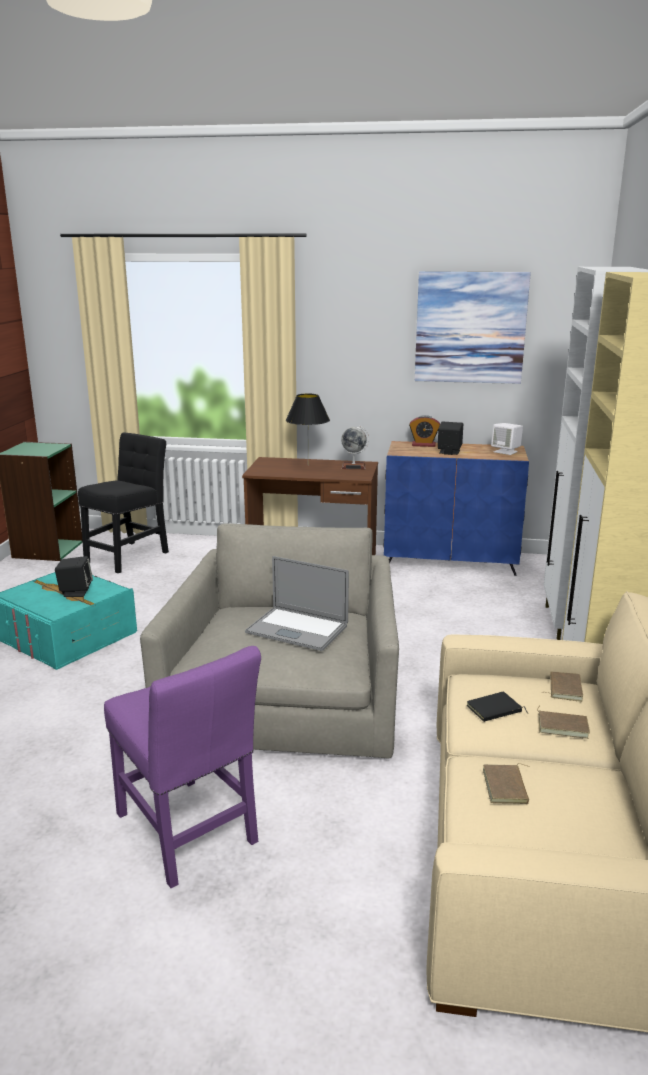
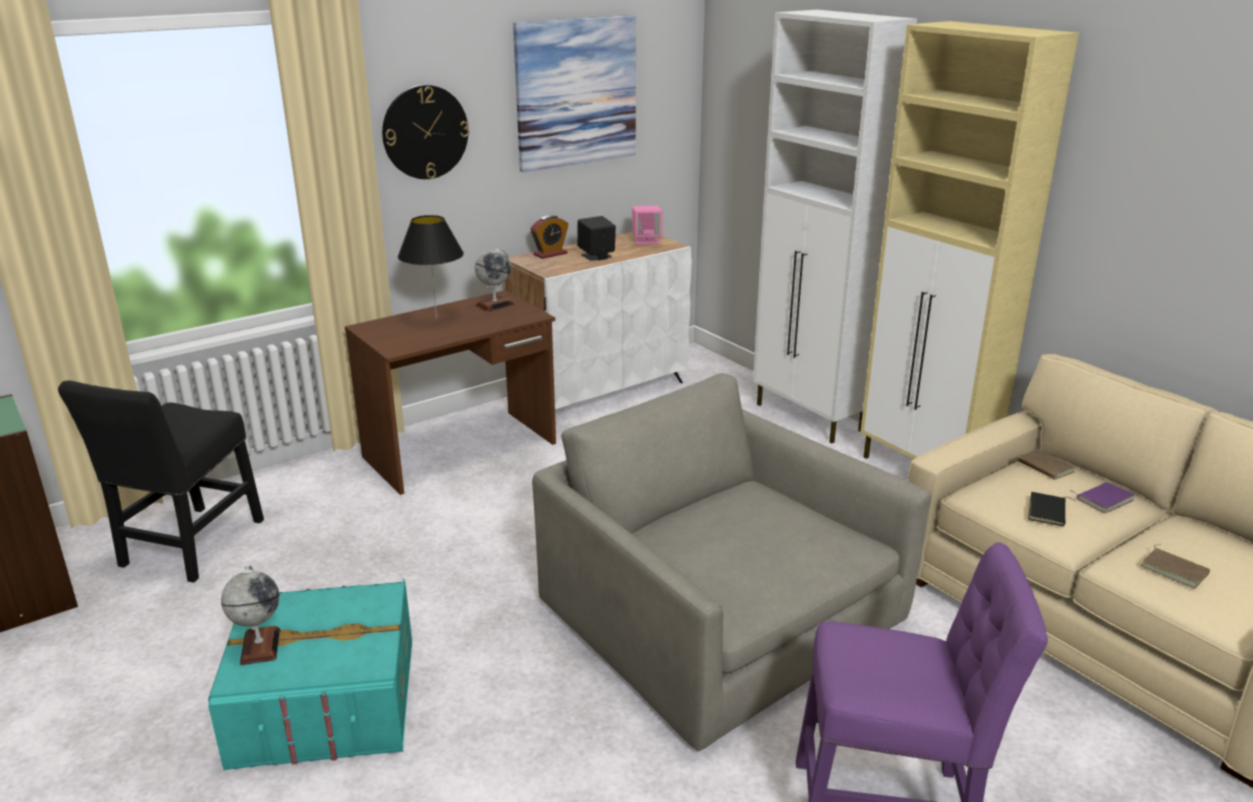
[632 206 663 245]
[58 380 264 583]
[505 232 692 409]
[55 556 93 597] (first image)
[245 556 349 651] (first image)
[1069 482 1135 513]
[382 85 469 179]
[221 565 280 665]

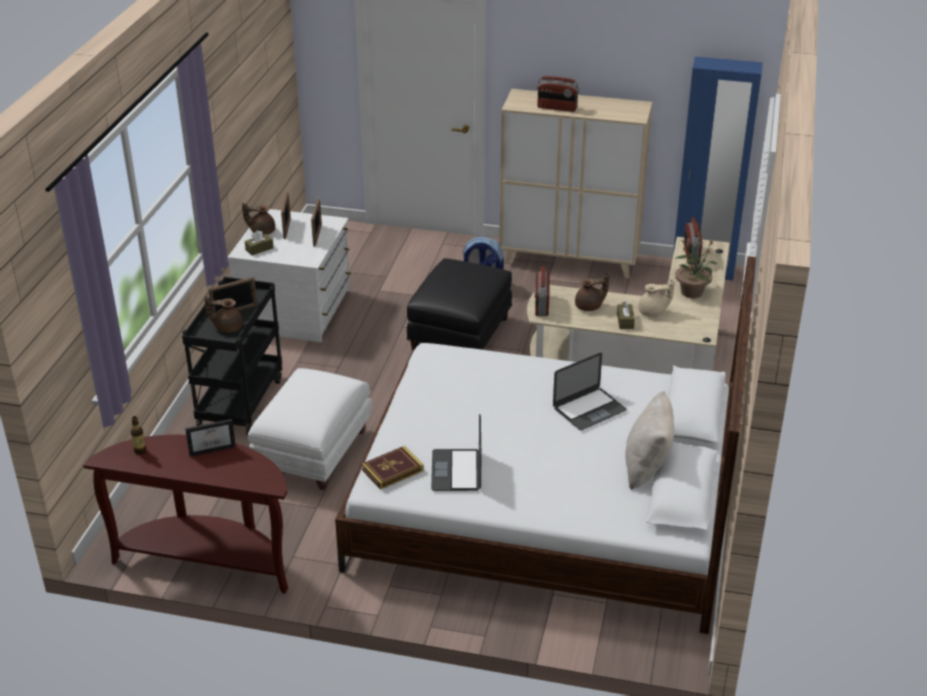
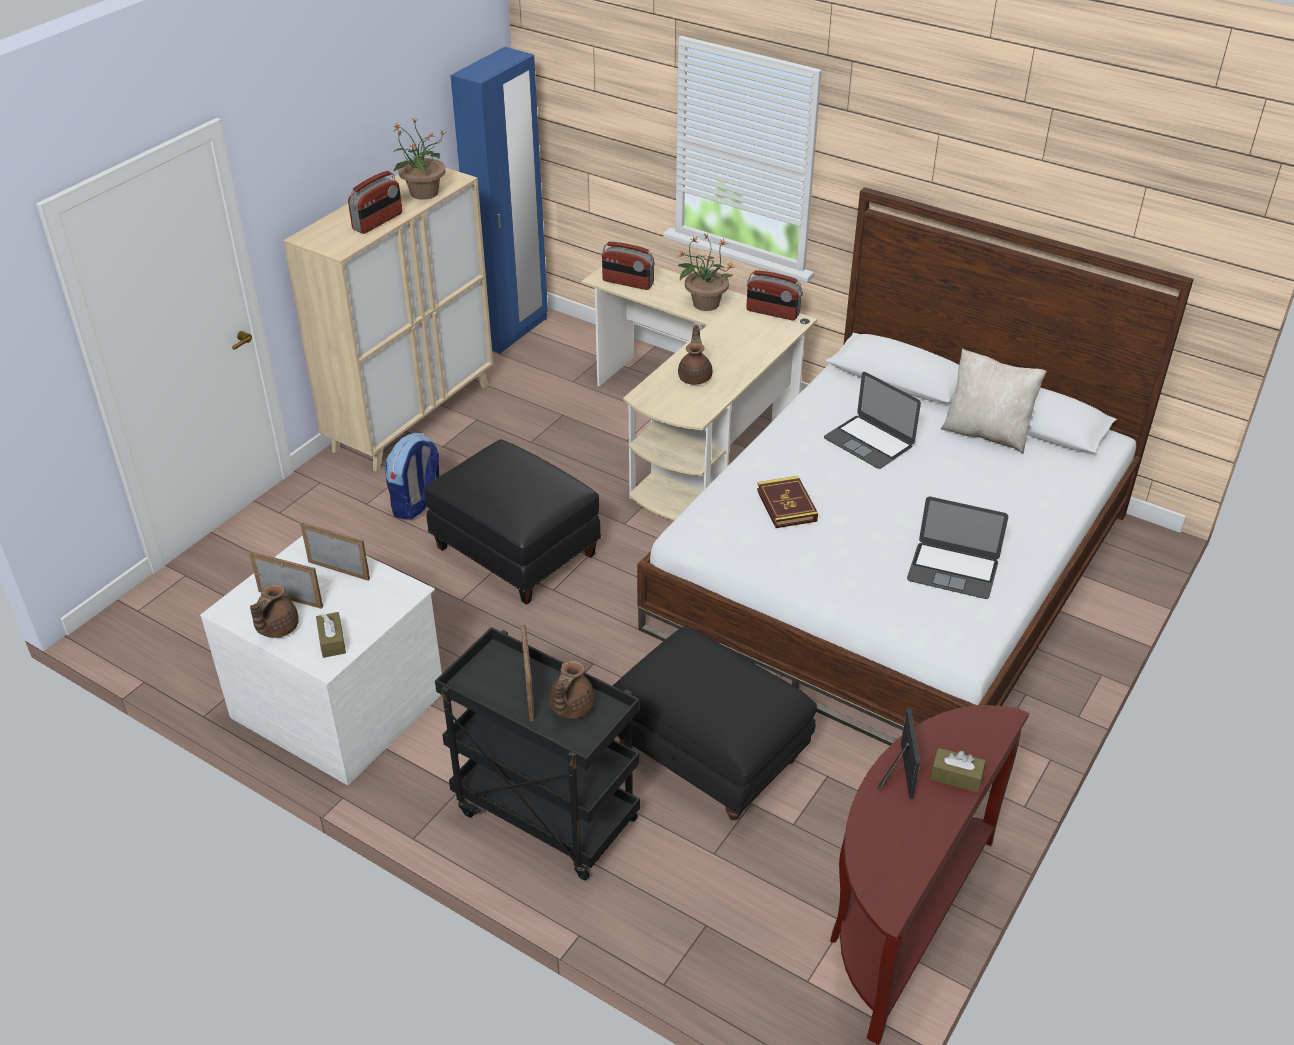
[746 270 803 321]
[638 279 675 317] (first image)
[930 748 986 792]
[824 372 921 469]
[613 627 817 820]
[131 416 146 455] (first image)
[757 476 818 528]
[393 118 446 200]

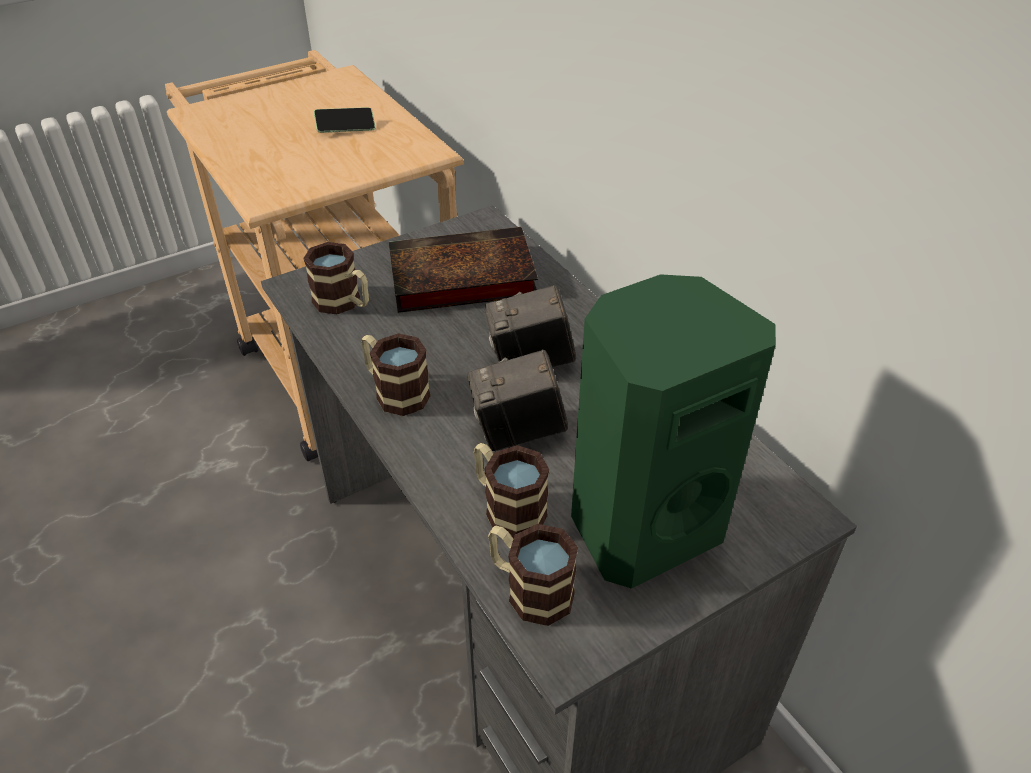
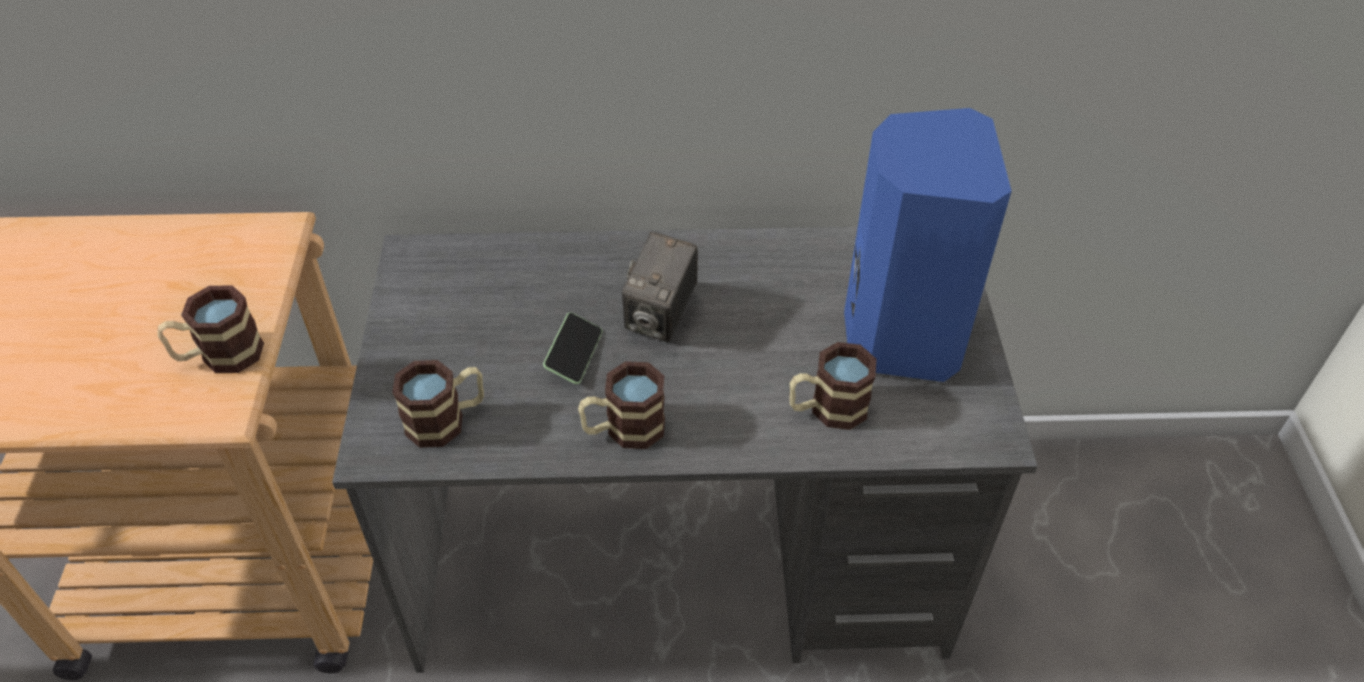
[543 312 603 384]
[389 227 538 313] (first image)
[844 108 1011 382]
[468 350 568 451] (first image)
[158 285 264 373]

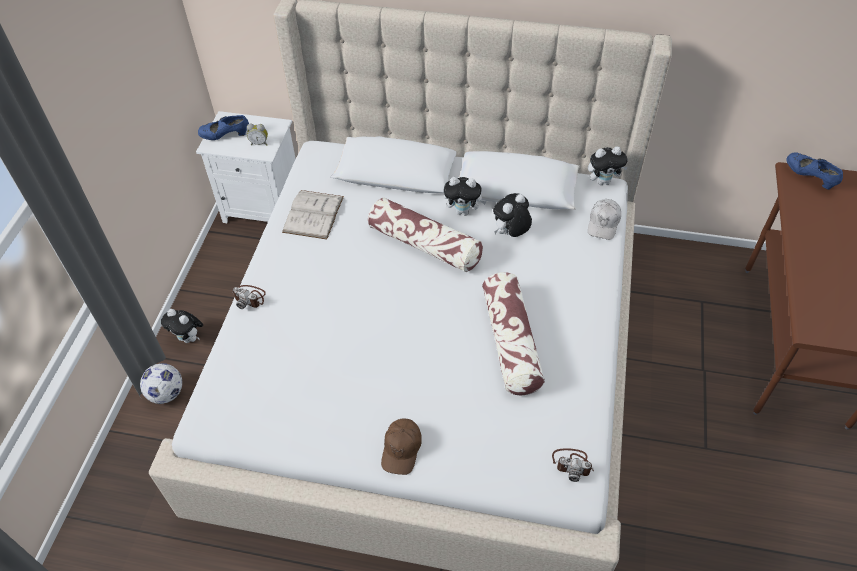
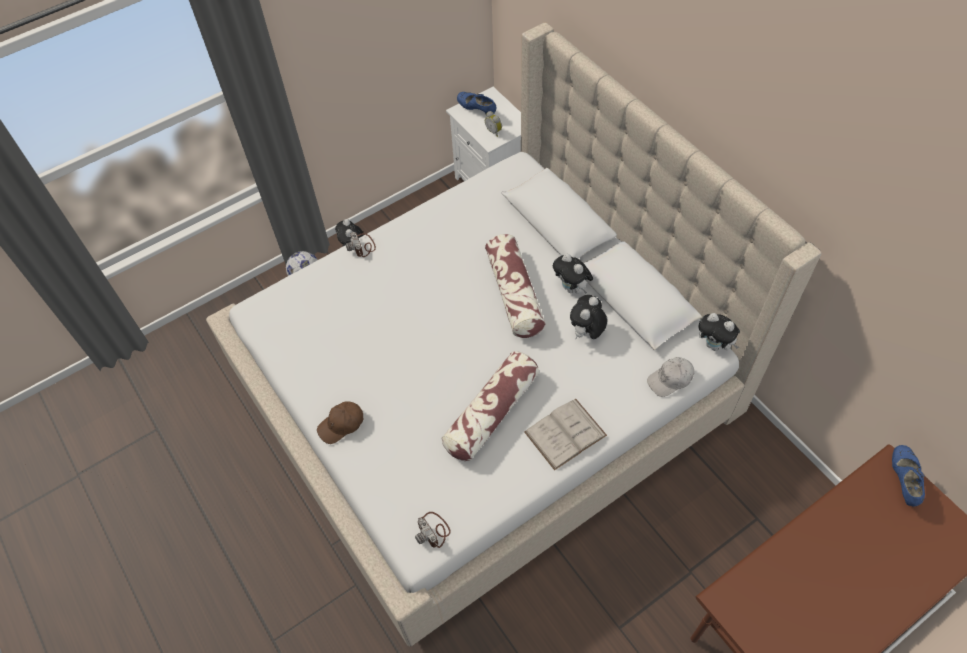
[524 399 607 471]
[570 295 607 339]

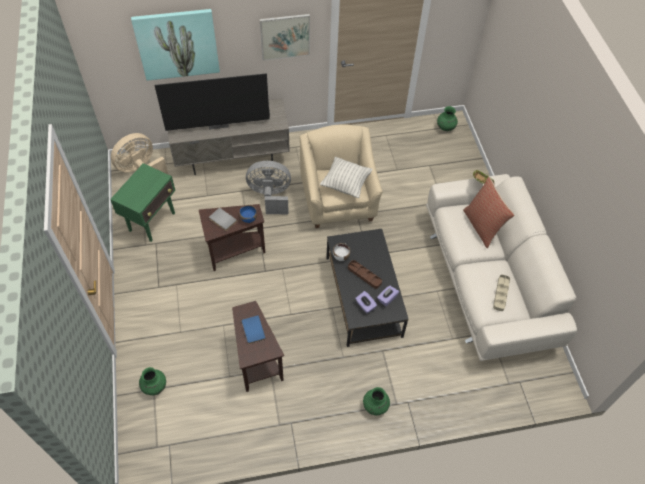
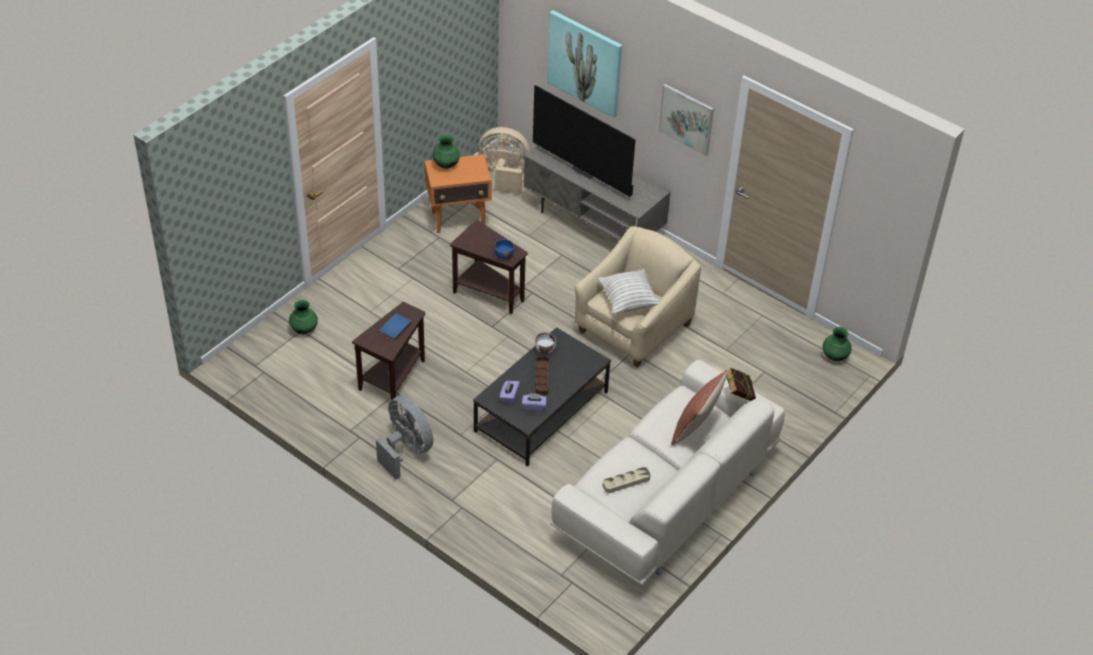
[376 395 433 480]
[424 154 492 233]
[209 207 237 231] (first image)
[432 134 460 169]

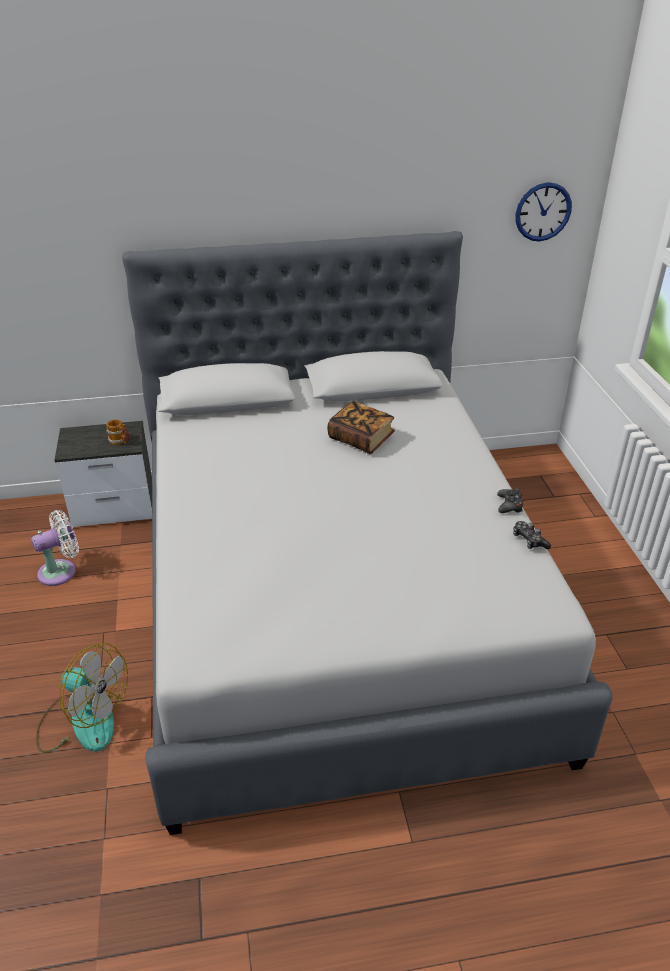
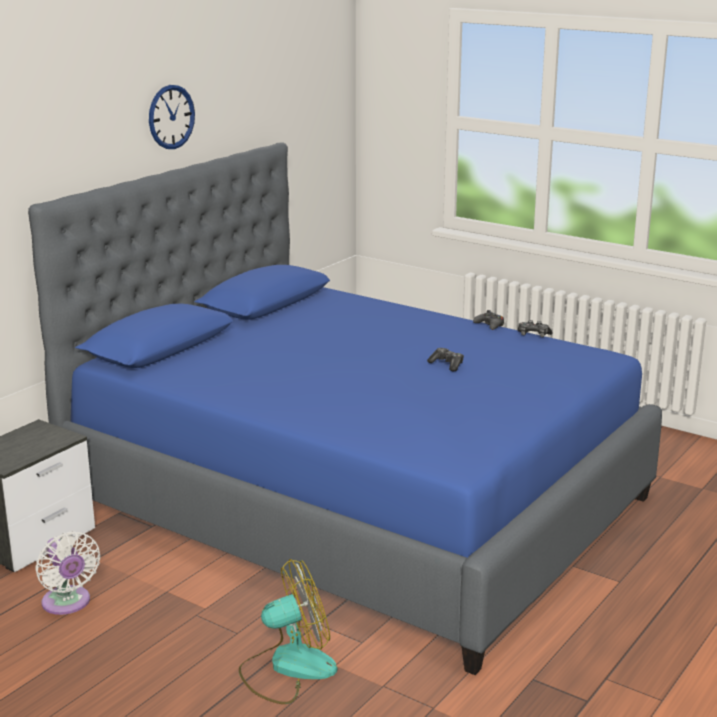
[149 85 195 149]
[28 142 662 675]
[327 401 395 454] (first image)
[106 419 130 445] (first image)
[35 531 100 615]
[427 348 464 371]

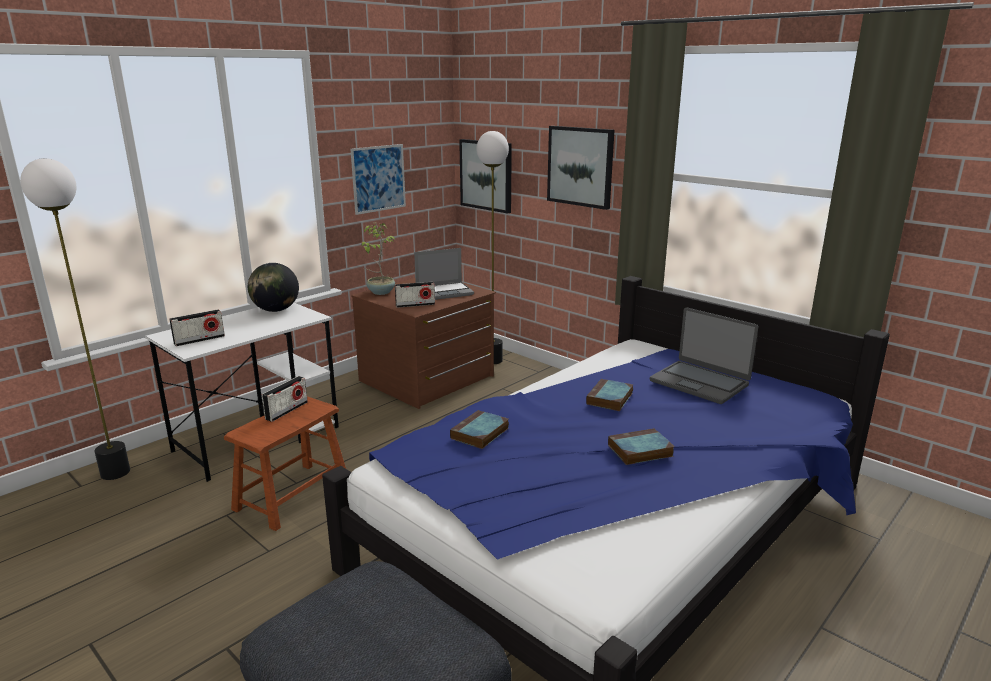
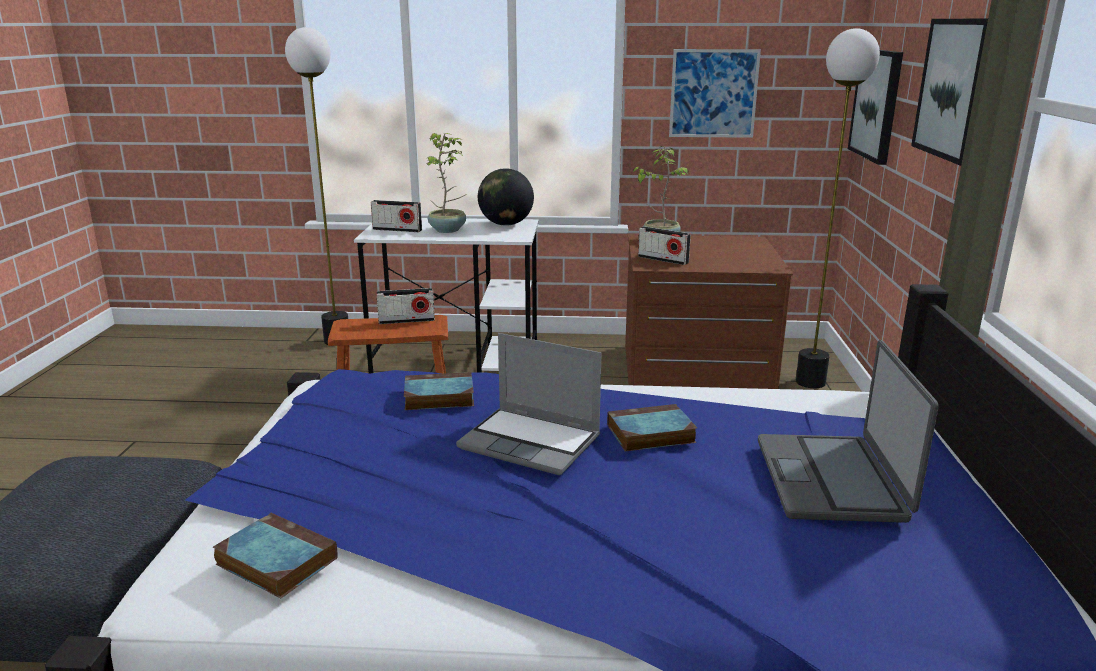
[456 333 602 475]
[213 513 337 598]
[424 133 466 233]

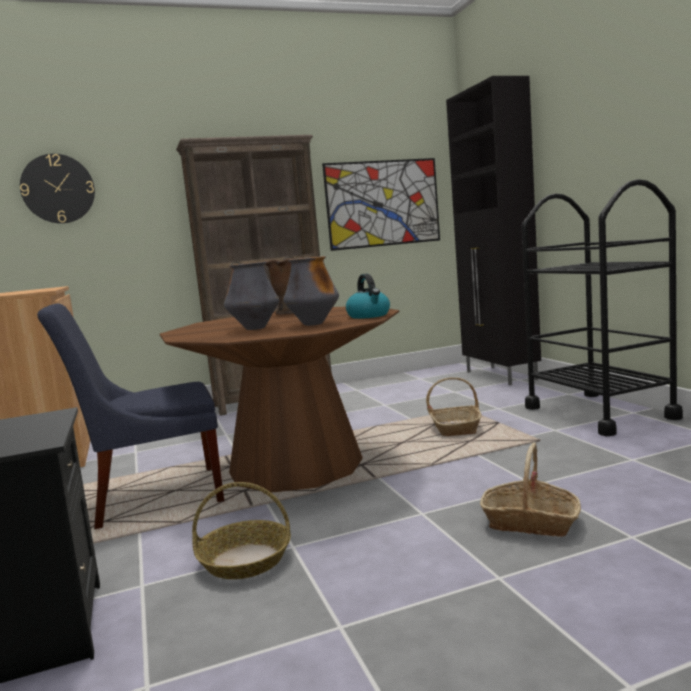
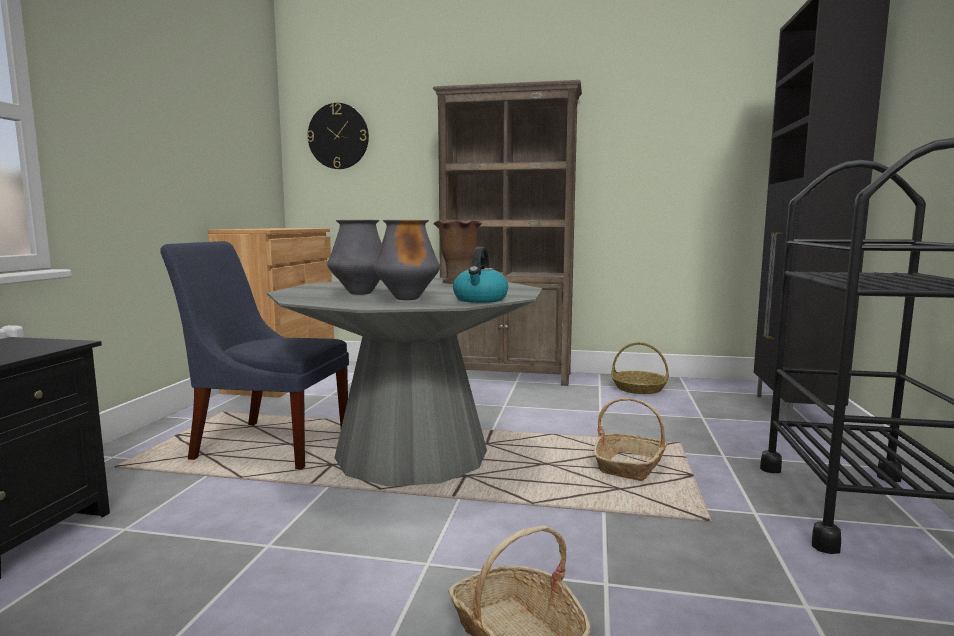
[322 158 440 251] (first image)
[267 278 542 487]
[611 342 669 394]

